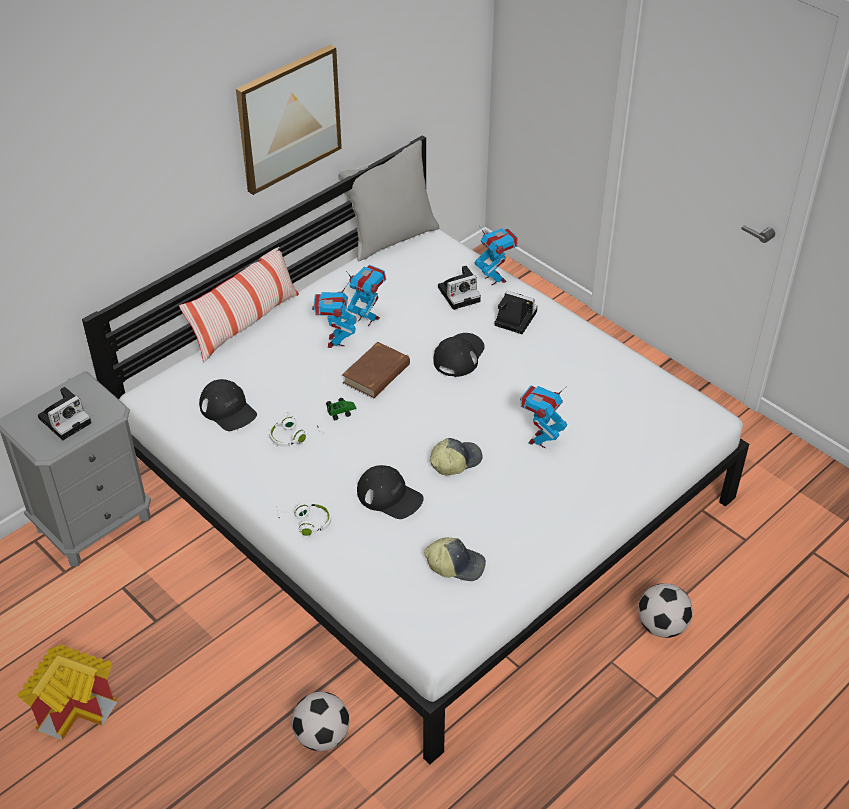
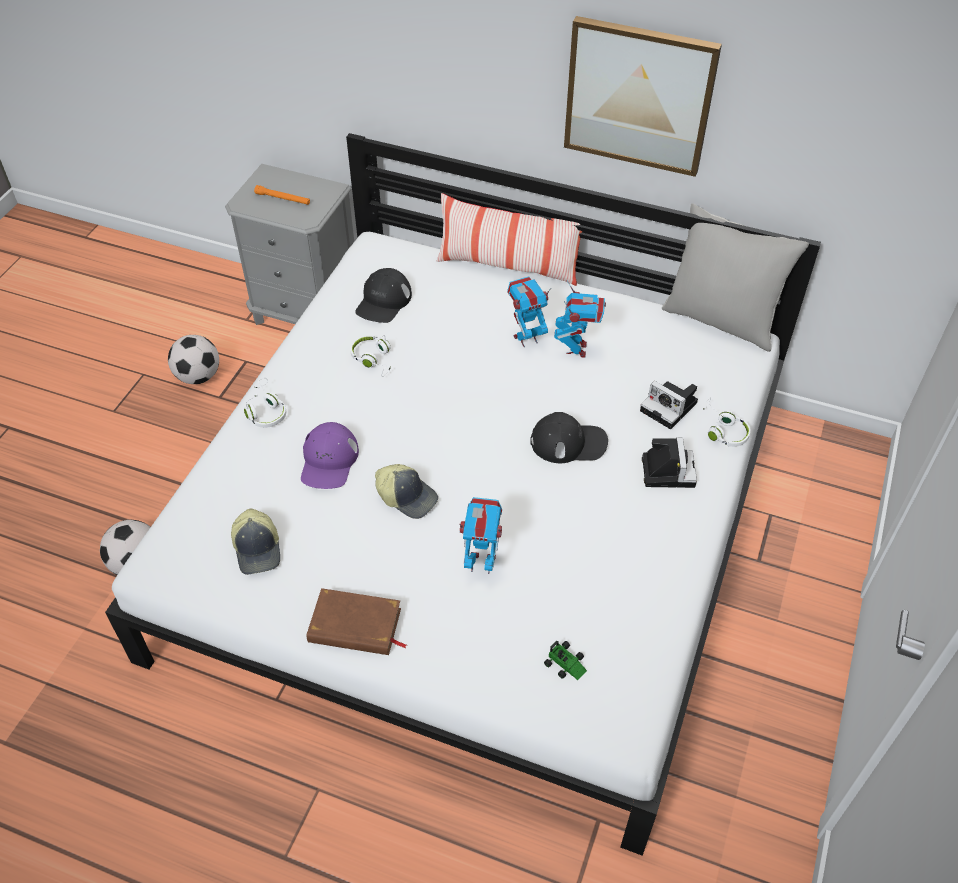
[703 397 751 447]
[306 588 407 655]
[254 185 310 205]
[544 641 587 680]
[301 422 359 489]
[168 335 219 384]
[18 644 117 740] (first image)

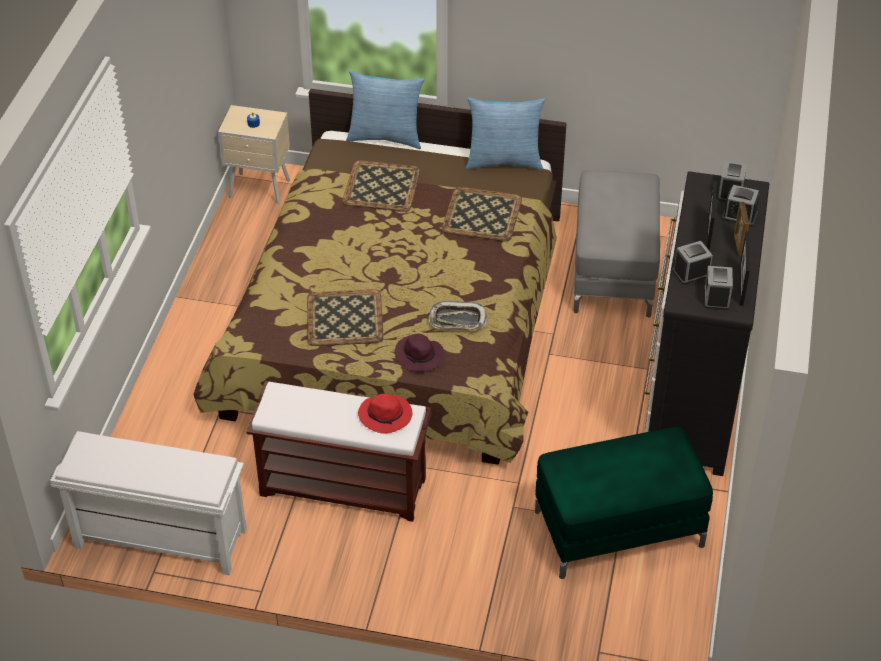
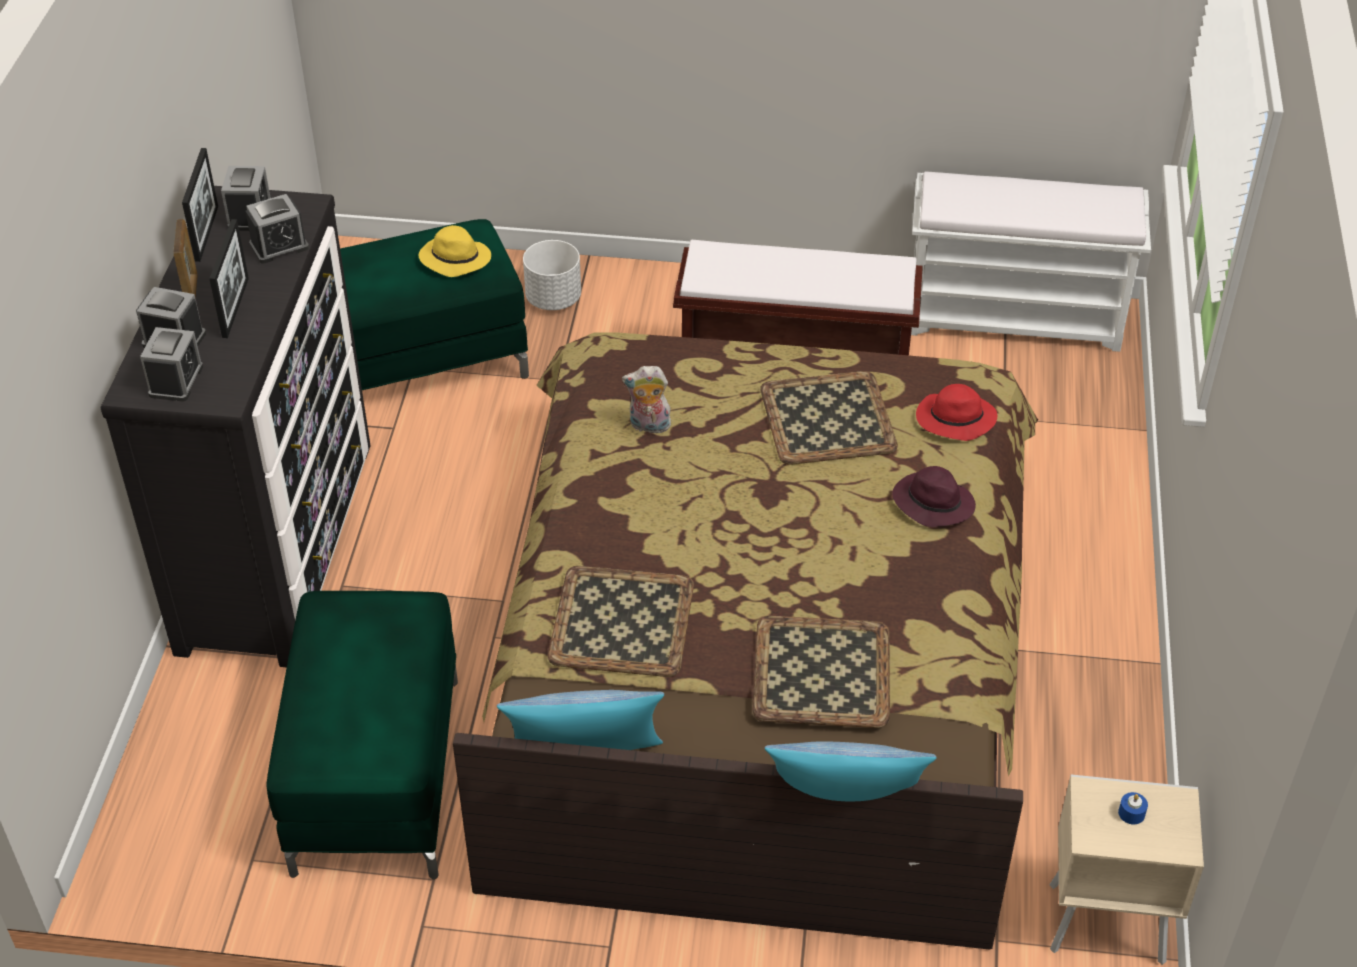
[266 591 458 879]
[622 366 671 433]
[892 466 976 527]
[916 384 997 441]
[419 225 491 277]
[523 240 581 310]

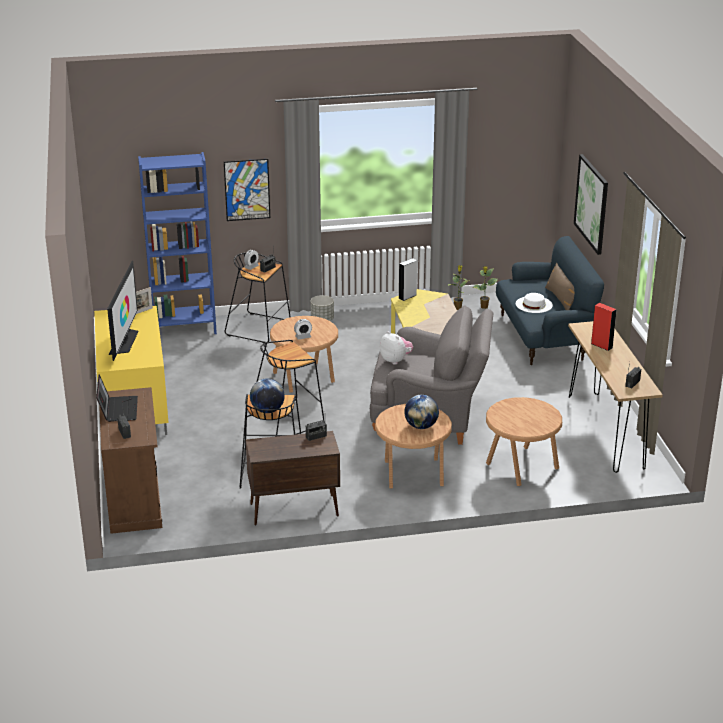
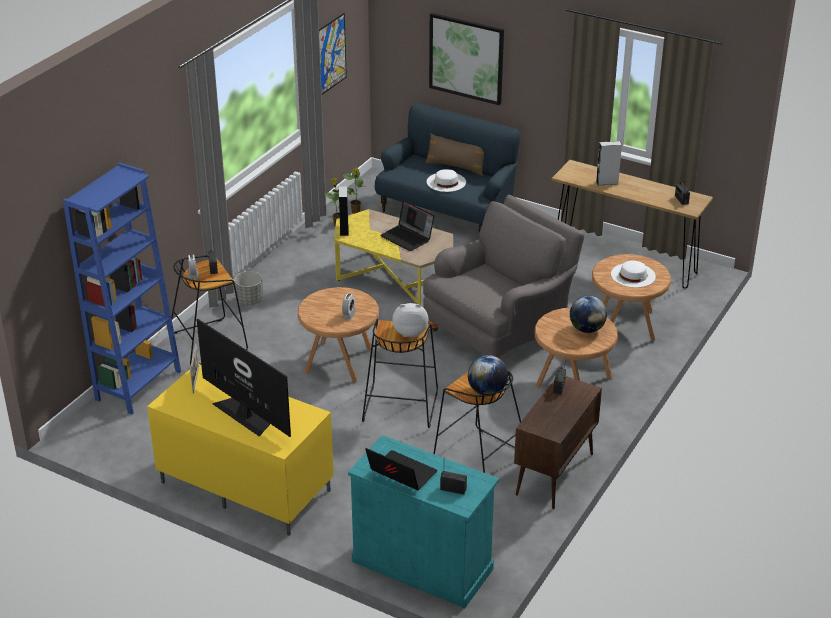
[319 13 347 95]
[596 141 622 185]
[392 303 429 337]
[348 435 499 608]
[380 200 434 251]
[611 261 656 288]

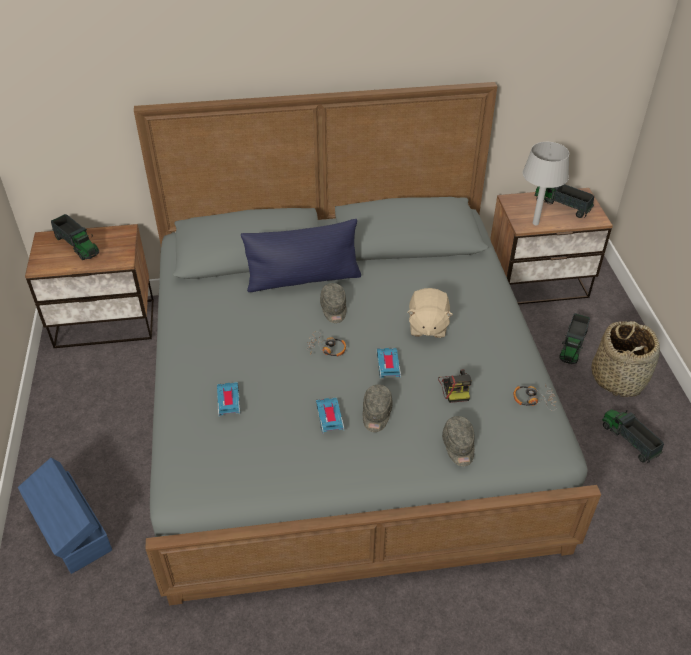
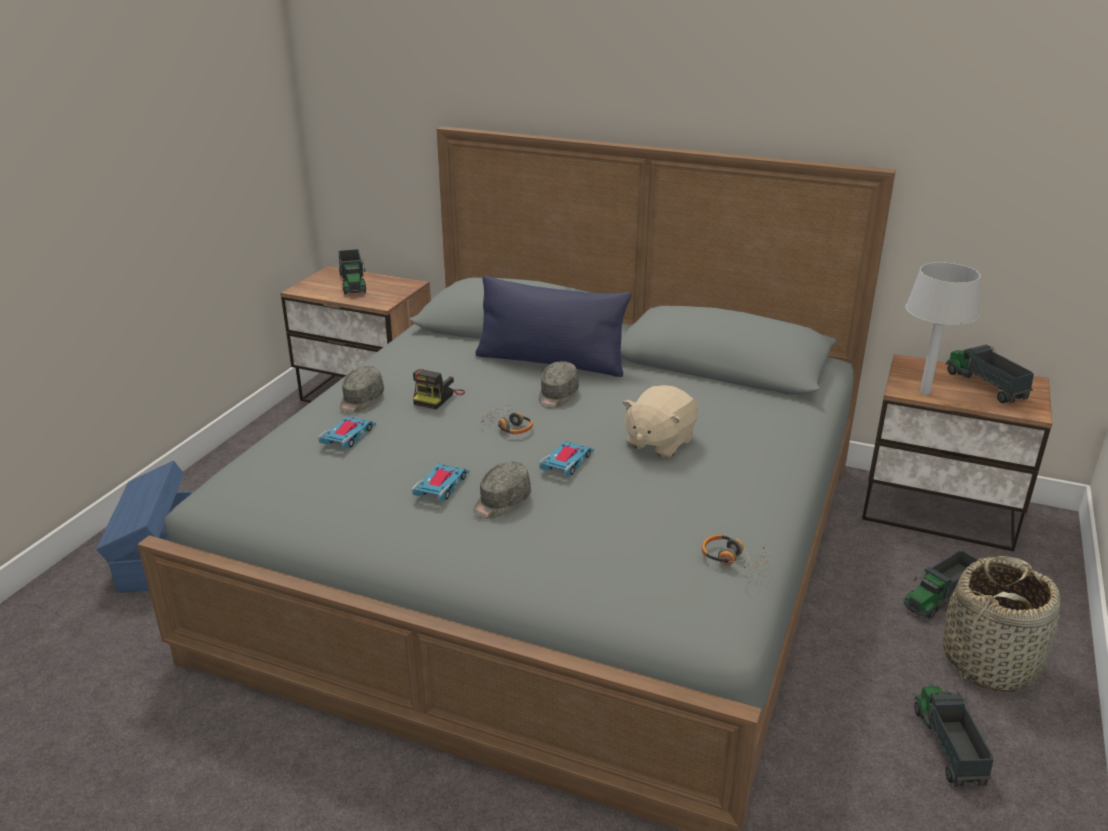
[413 369 465 409]
[340 366 384 413]

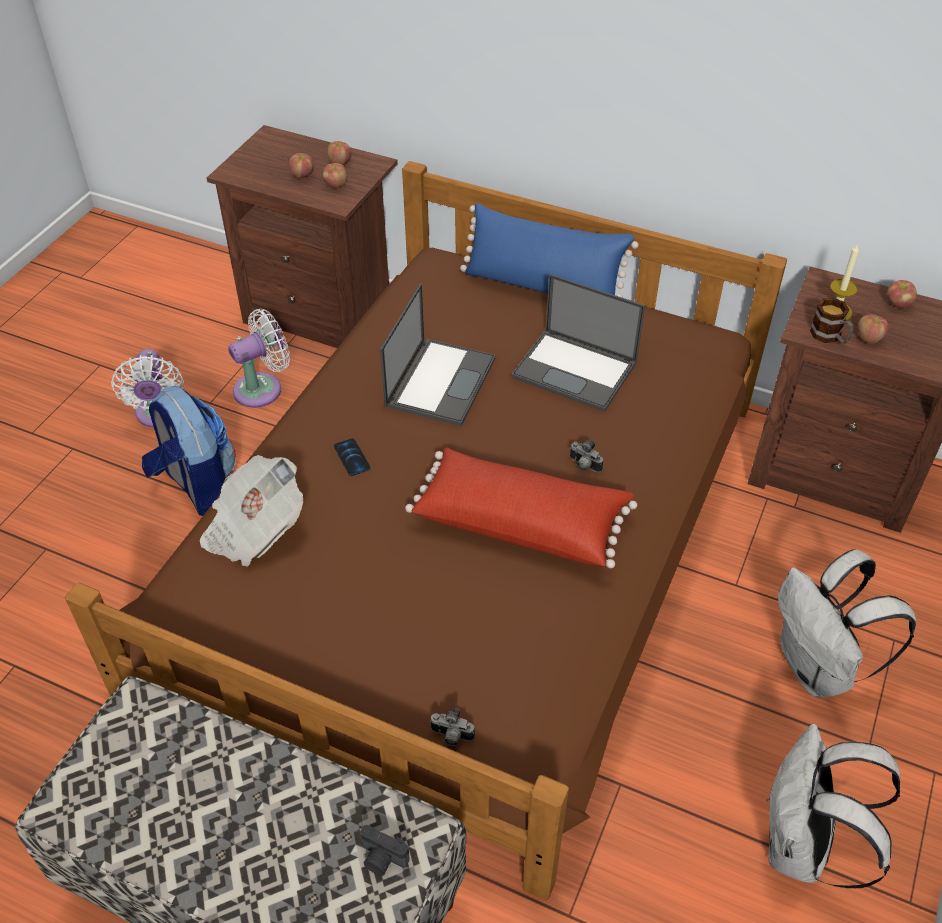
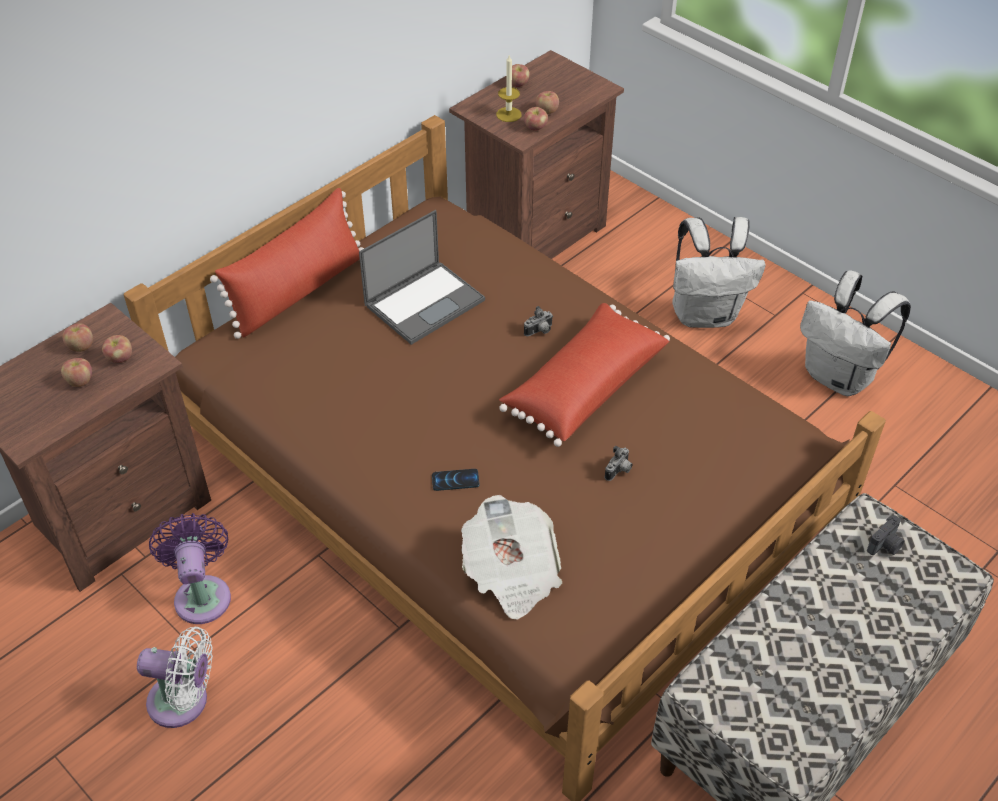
[210 188 364 339]
[380 283 496 426] (first image)
[524 107 548 131]
[149 513 231 624]
[142 386 236 516] (first image)
[605 446 633 481]

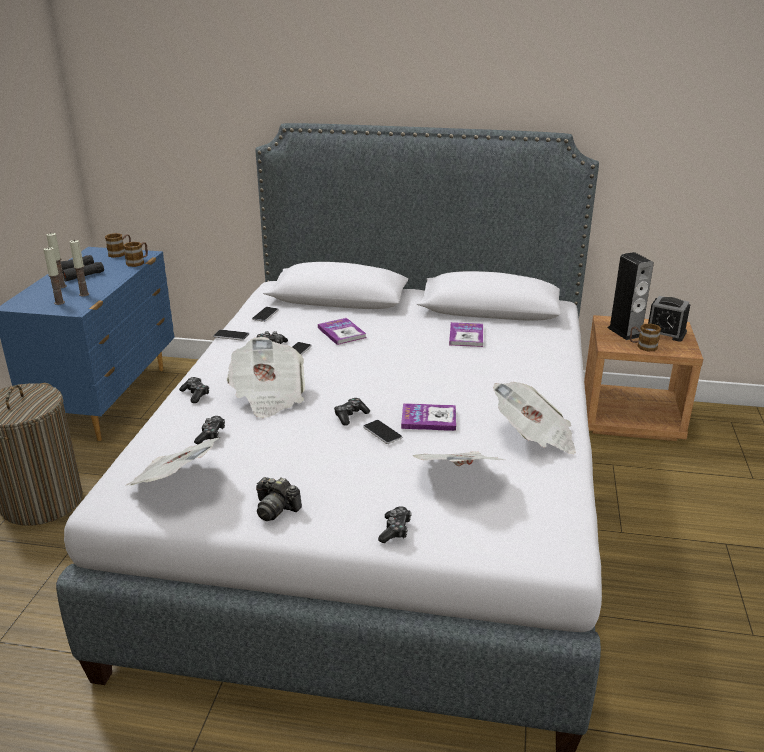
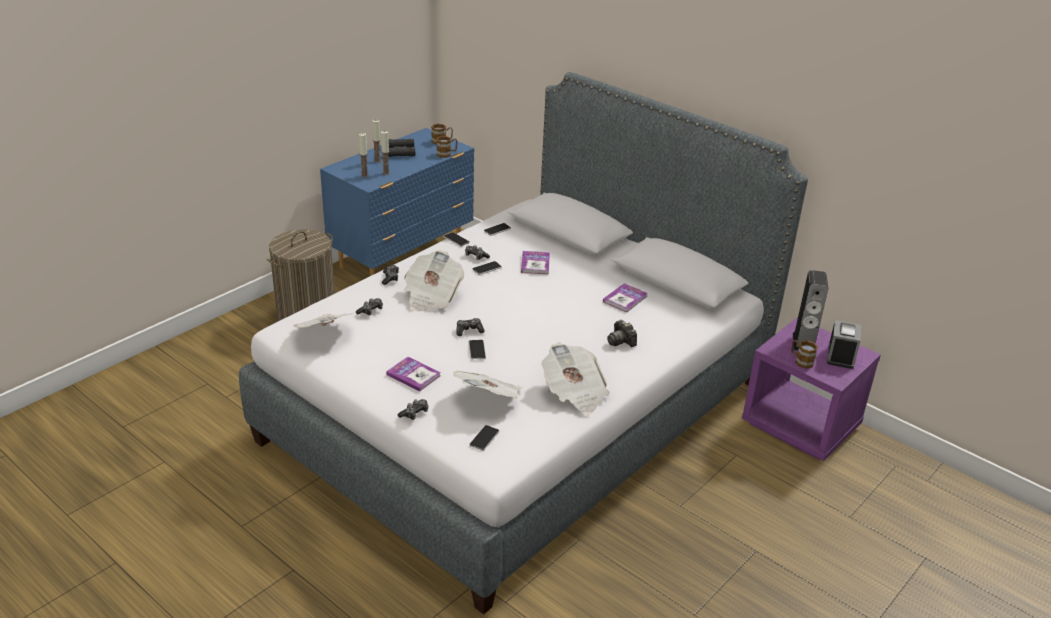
[827 320 861 369]
[742 318 881 461]
[386 357 441 391]
[607 320 637 347]
[469 425 500 451]

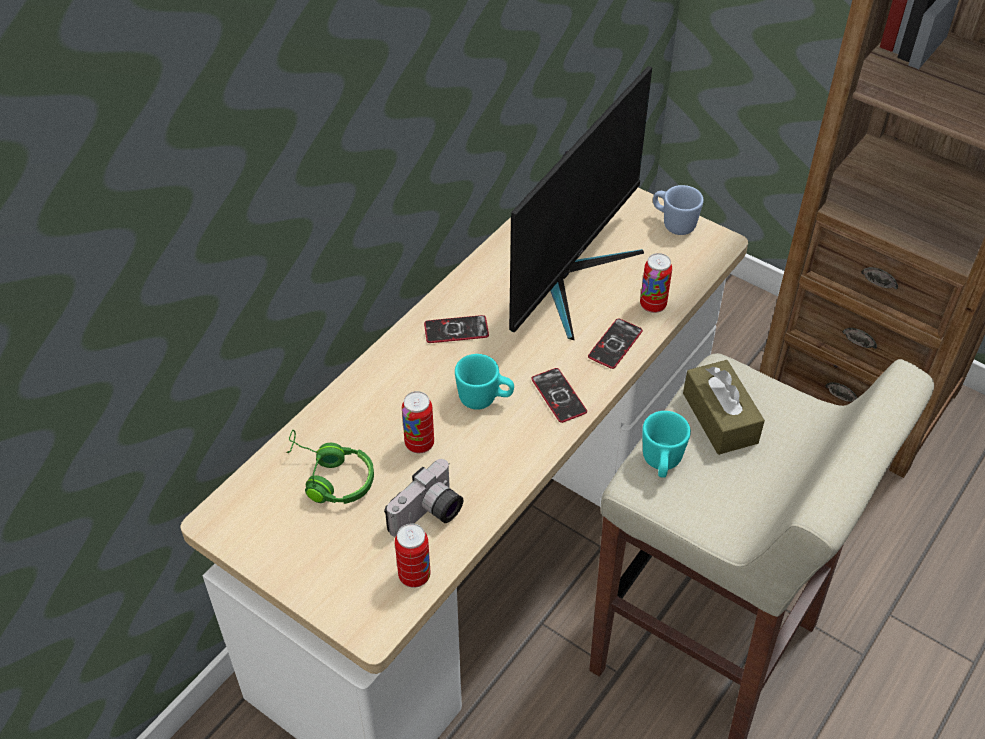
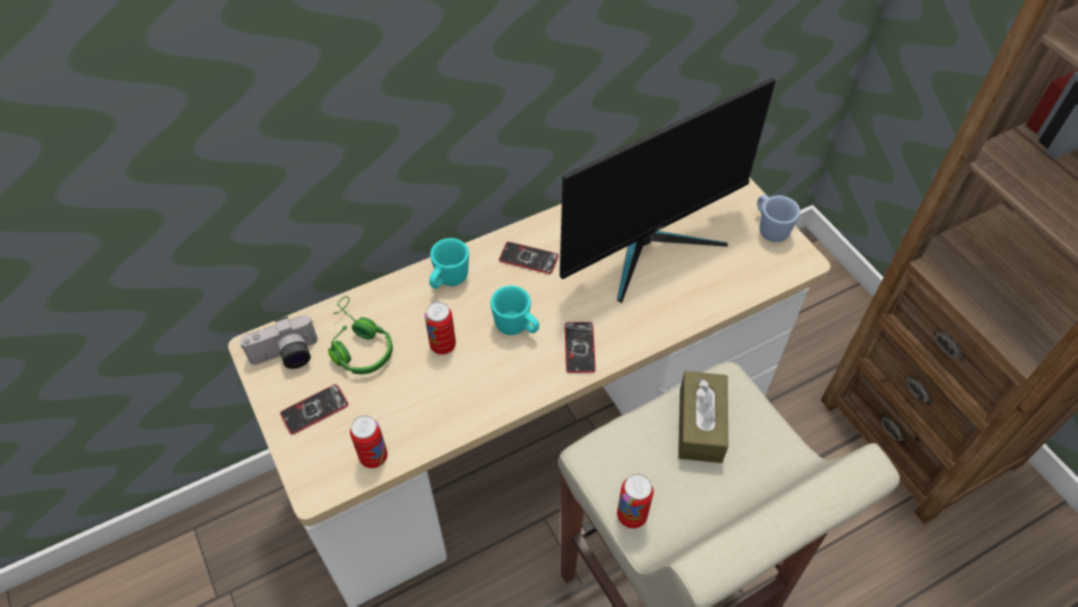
[617 474 654 529]
[280 384 348 434]
[429 238 469 289]
[240 315 318 369]

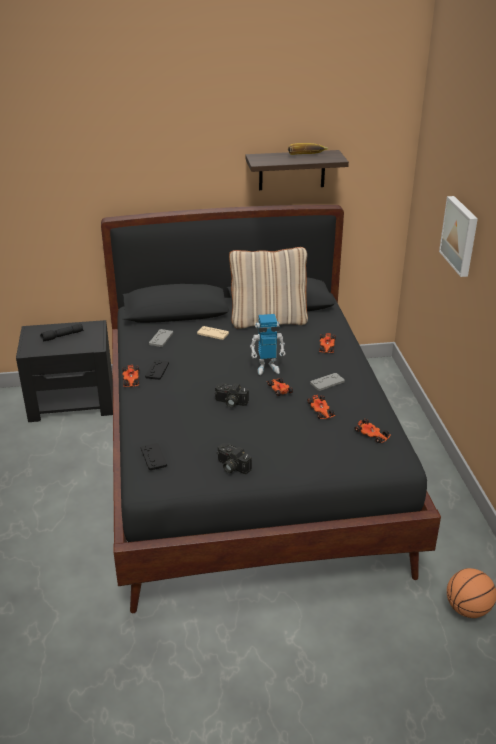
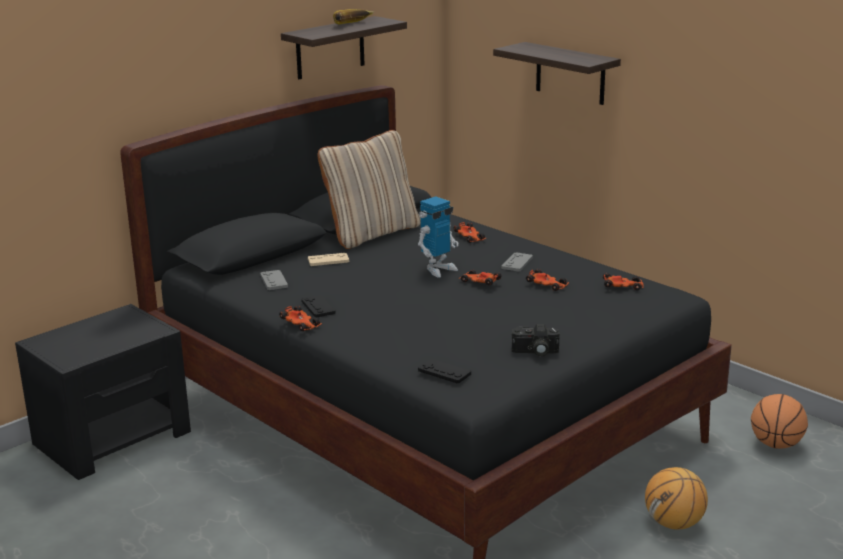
[493 42 621 105]
[40 324 84 341] (first image)
[215 383 249 408] (first image)
[645 467 708 529]

